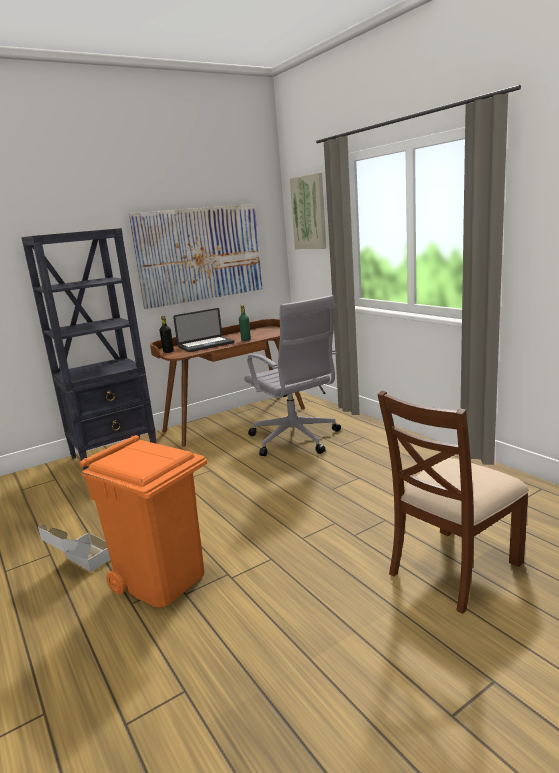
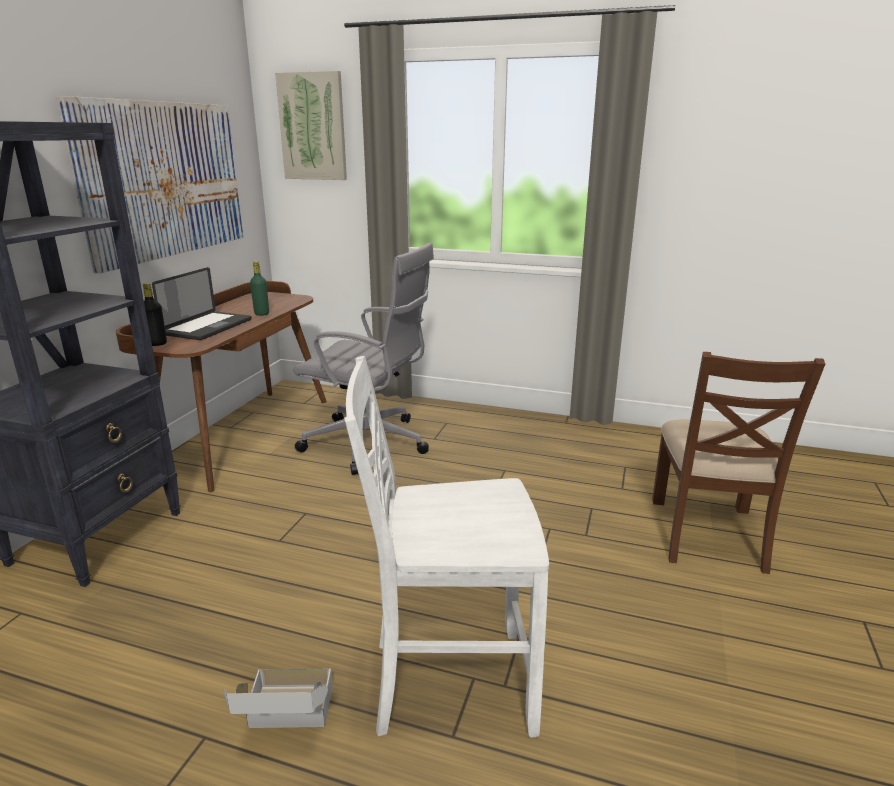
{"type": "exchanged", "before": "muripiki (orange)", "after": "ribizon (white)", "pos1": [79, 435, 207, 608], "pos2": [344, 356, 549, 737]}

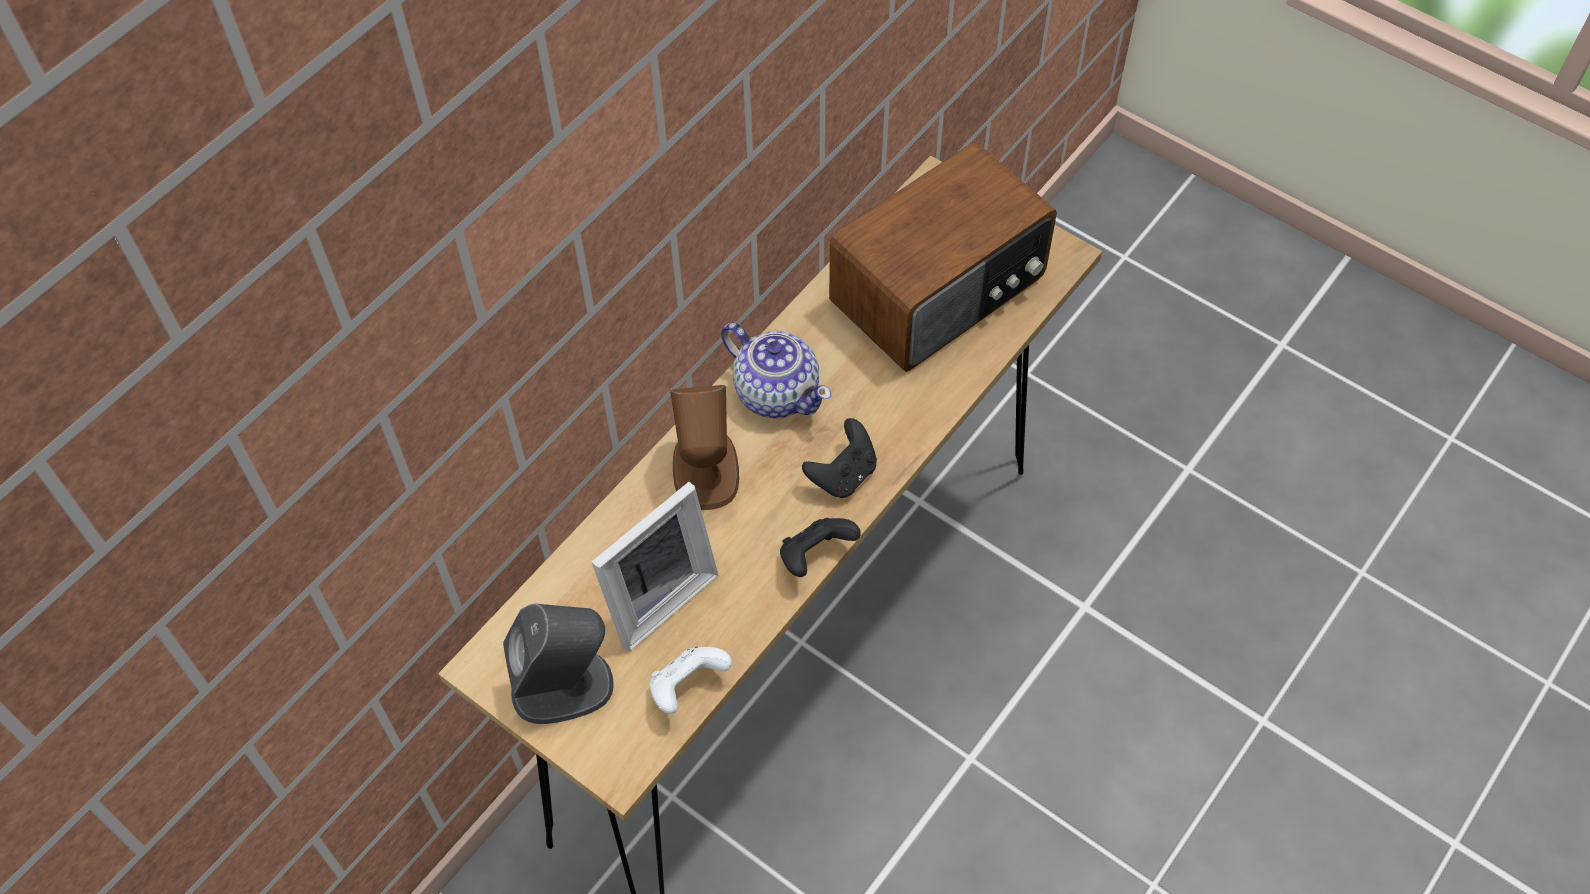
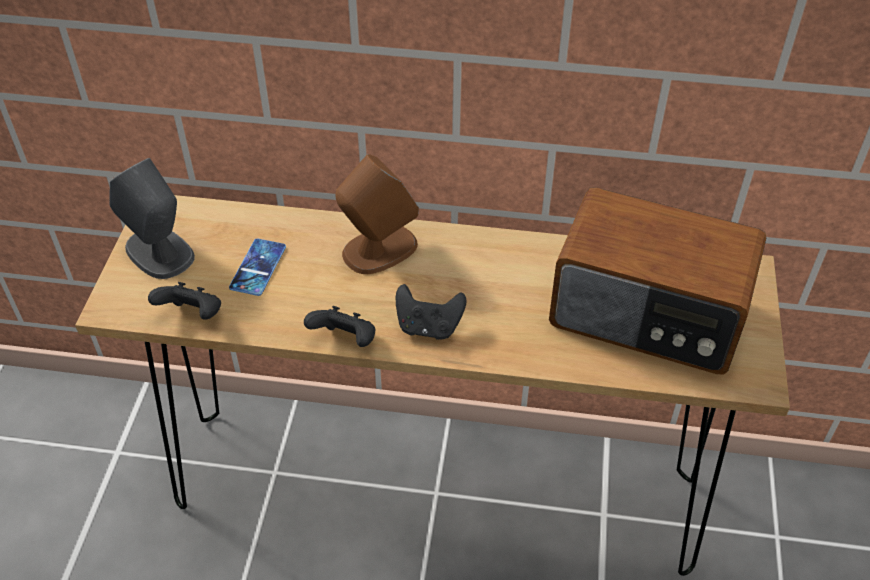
{"type": "colour", "before": "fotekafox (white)", "after": "fotekafox (black)", "pos1": [650, 647, 732, 714], "pos2": [148, 282, 221, 320]}
{"type": "exchanged", "before": "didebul", "after": "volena", "pos1": [591, 482, 718, 652], "pos2": [229, 238, 286, 296]}
{"type": "missing", "before": "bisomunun", "pos1": [721, 322, 831, 418]}

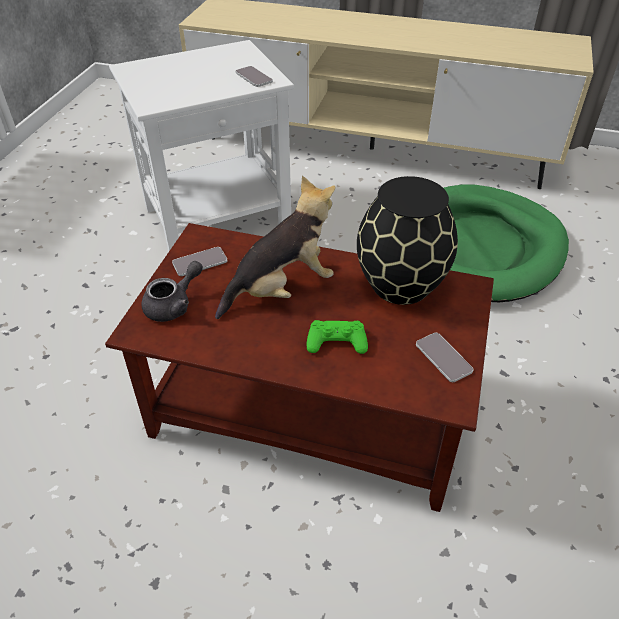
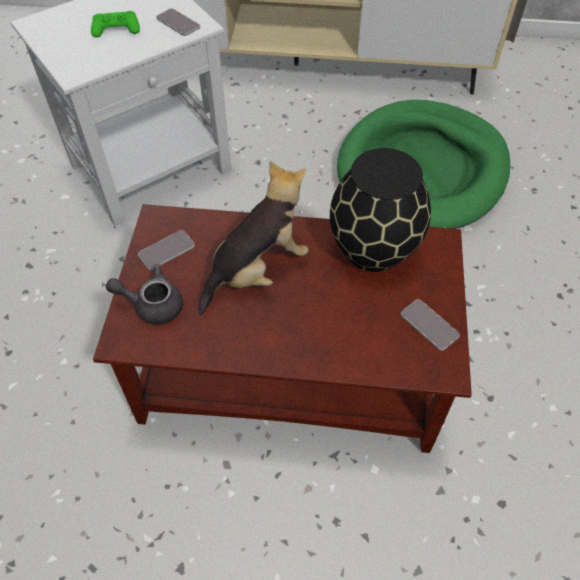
{"type": "relocated", "before": "fotekafox (green)", "pos1": [306, 320, 368, 354], "pos2": [91, 11, 140, 38]}
{"type": "spun", "before": "bisomunun (grey)", "pos1": [141, 261, 203, 322], "pos2": [106, 264, 183, 325], "turn": -120}

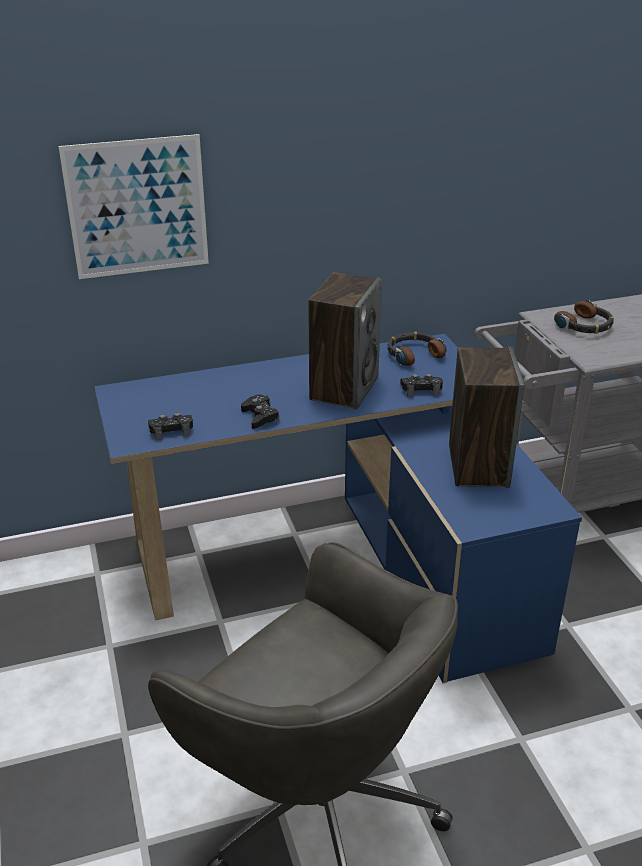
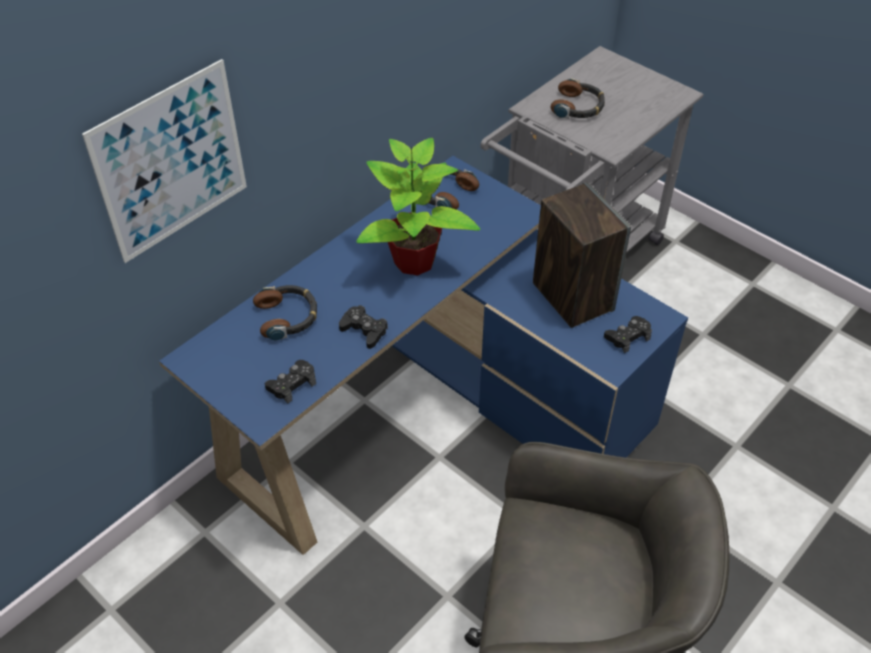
{"type": "appeared", "after": "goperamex", "pos2": [253, 285, 317, 341]}
{"type": "exchanged", "before": "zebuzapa", "after": "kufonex", "pos1": [308, 272, 382, 410], "pos2": [356, 138, 480, 276]}
{"type": "relocated", "before": "fotekafox (black)", "pos1": [400, 374, 443, 397], "pos2": [604, 316, 652, 353]}

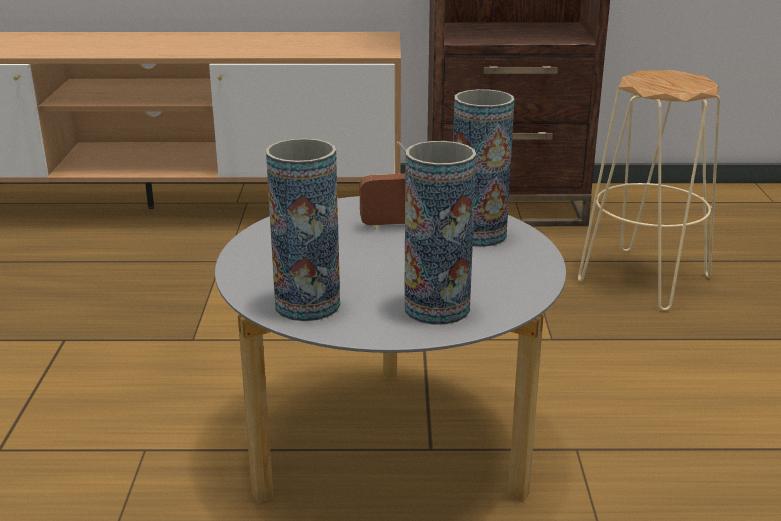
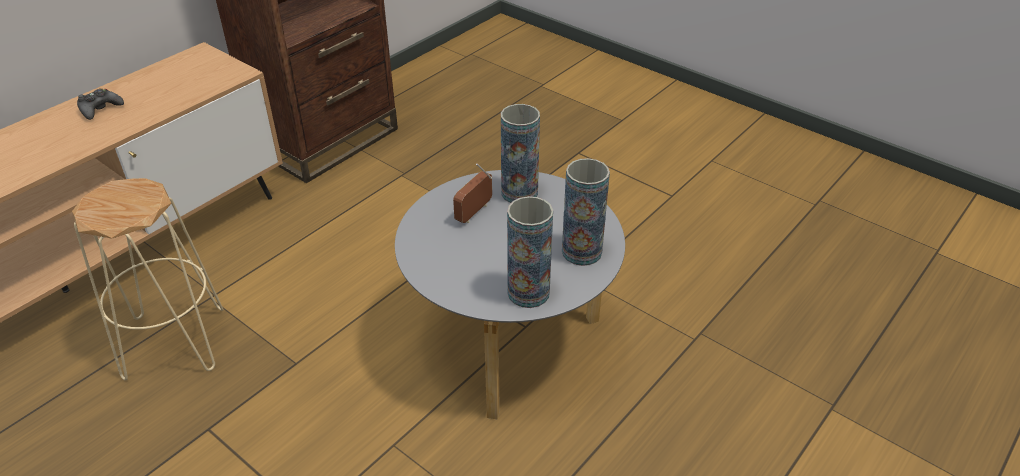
{"type": "relocated", "before": "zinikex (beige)", "pos1": [578, 70, 720, 311], "pos2": [72, 178, 224, 380]}
{"type": "appeared", "after": "fotekafox (black)", "pos2": [77, 88, 124, 120]}

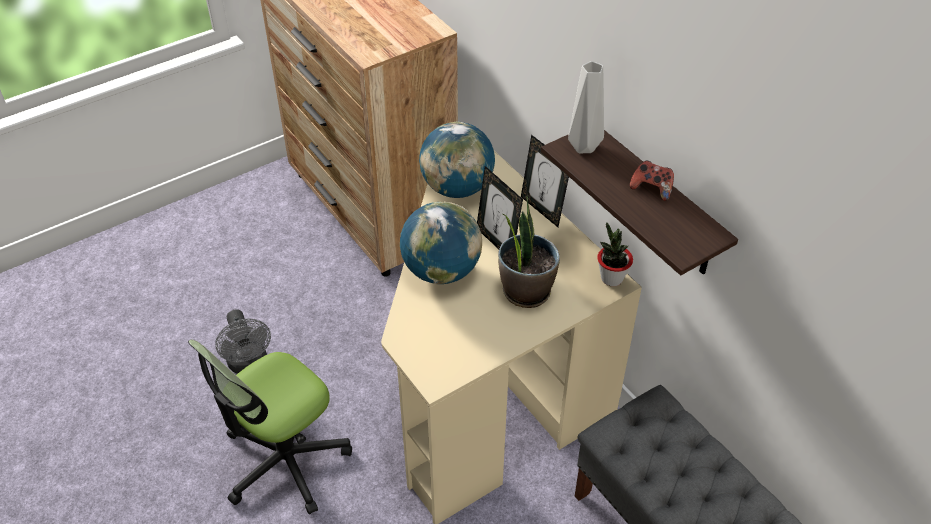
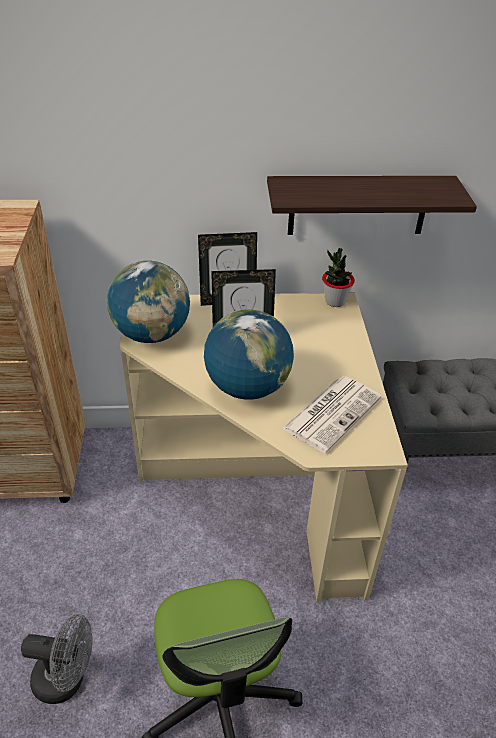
{"type": "appeared", "after": "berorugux", "pos2": [282, 376, 381, 453]}
{"type": "missing", "before": "kufonex", "pos1": [498, 196, 560, 308]}
{"type": "missing", "before": "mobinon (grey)", "pos1": [568, 61, 604, 153]}
{"type": "missing", "before": "fotekafox", "pos1": [629, 161, 674, 201]}

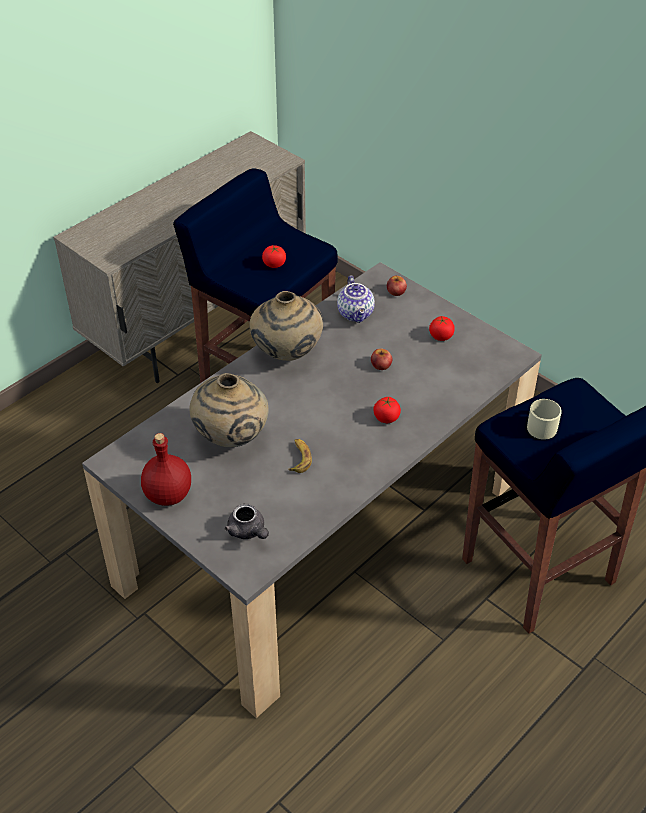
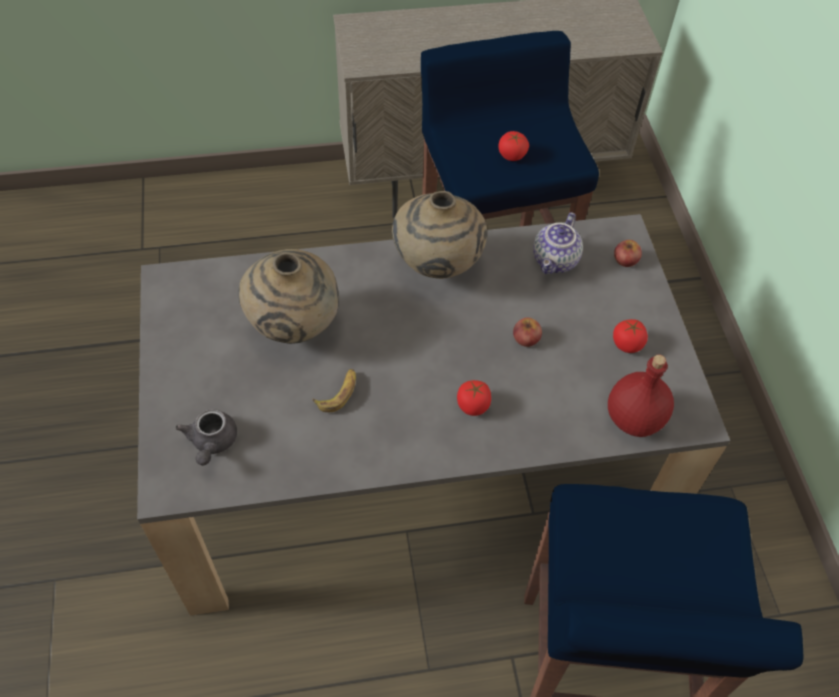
{"type": "relocated", "before": "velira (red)", "pos1": [141, 433, 191, 506], "pos2": [608, 354, 674, 437]}
{"type": "missing", "before": "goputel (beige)", "pos1": [527, 399, 562, 440]}

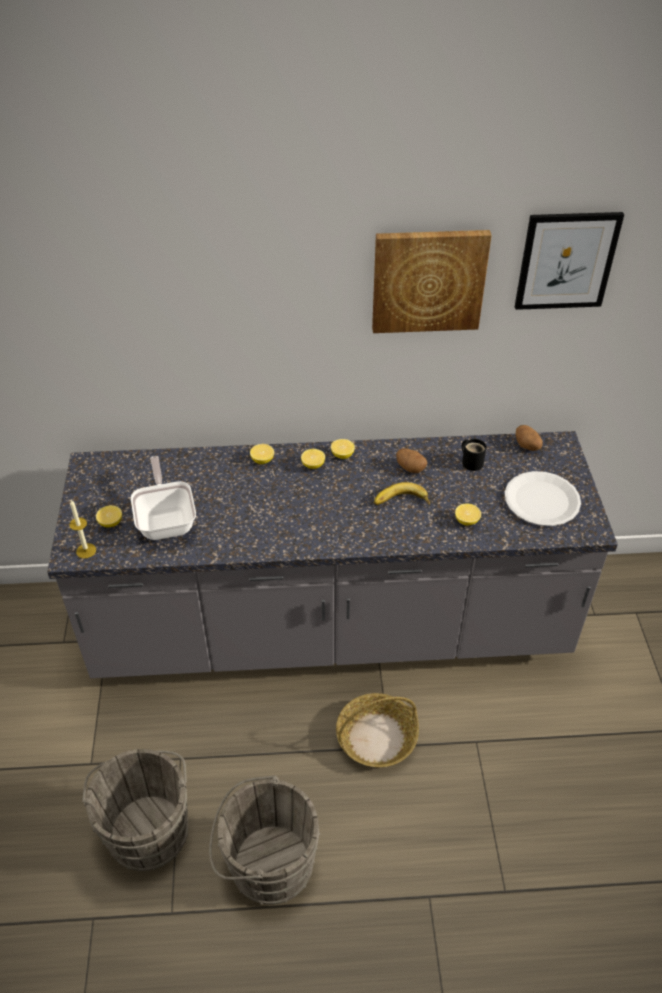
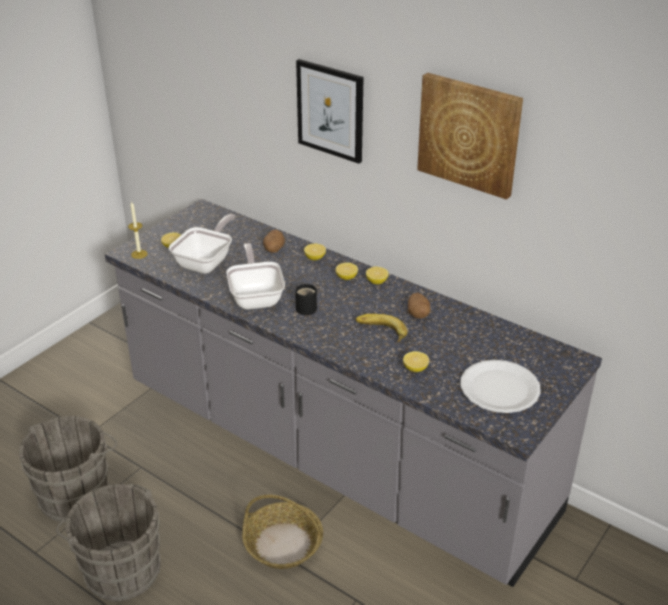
{"type": "appeared", "after": "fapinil", "pos2": [226, 243, 285, 310]}
{"type": "relocated", "before": "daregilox", "pos1": [515, 425, 543, 451], "pos2": [263, 230, 285, 253]}
{"type": "relocated", "before": "goputel (black)", "pos1": [462, 439, 486, 471], "pos2": [295, 284, 317, 315]}
{"type": "relocated", "before": "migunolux", "pos1": [515, 212, 624, 310], "pos2": [296, 59, 364, 164]}

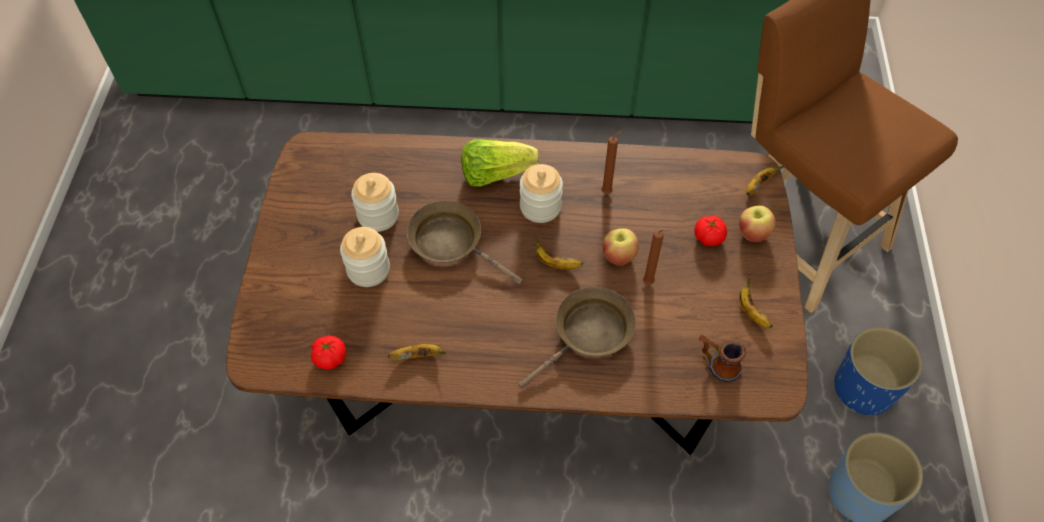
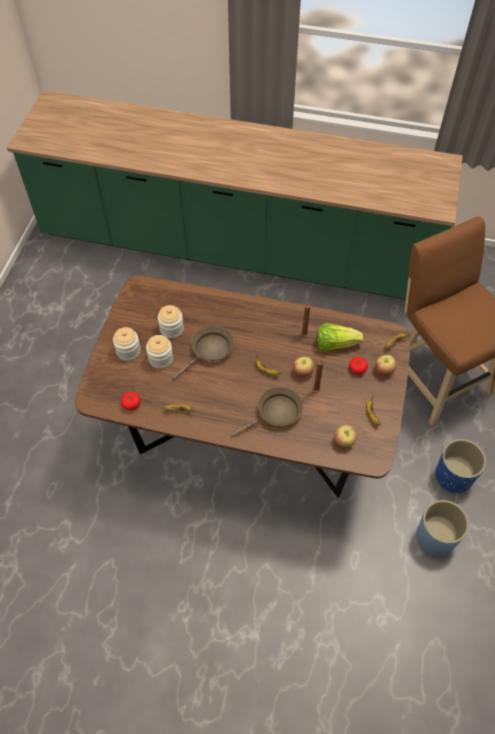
{"type": "relocated", "before": "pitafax", "pos1": [520, 164, 563, 223], "pos2": [113, 327, 141, 361]}
{"type": "spun", "before": "fapinil (brown)", "pos1": [407, 201, 523, 284], "pos2": [172, 326, 234, 380], "turn": 90}
{"type": "relocated", "before": "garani", "pos1": [461, 139, 539, 187], "pos2": [317, 323, 363, 351]}
{"type": "exchanged", "before": "goputel", "after": "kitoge", "pos1": [699, 335, 746, 383], "pos2": [334, 425, 357, 447]}

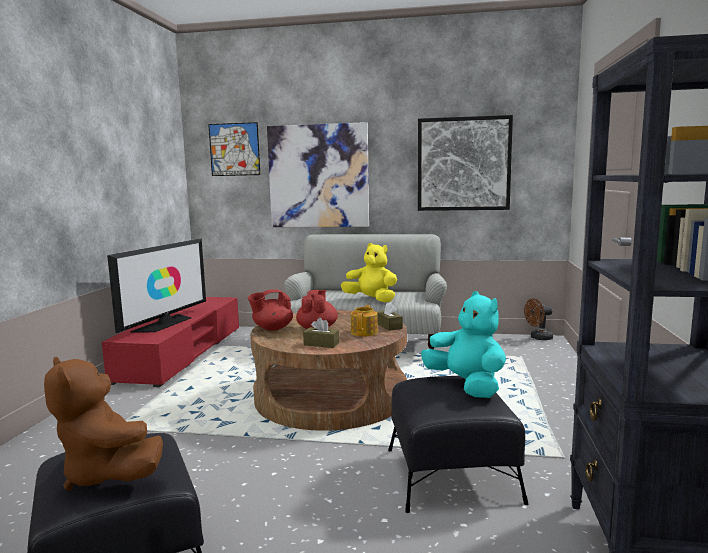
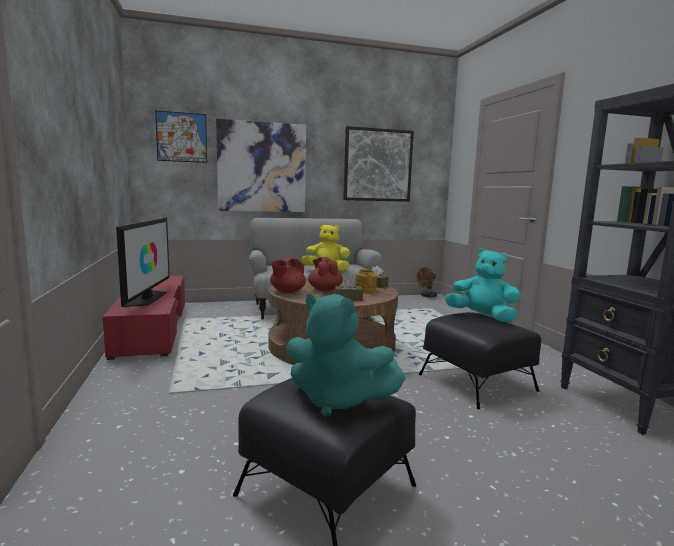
{"type": "colour", "before": "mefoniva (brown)", "after": "mefoniva (turquoise)", "pos1": [44, 356, 163, 490], "pos2": [287, 294, 405, 417]}

